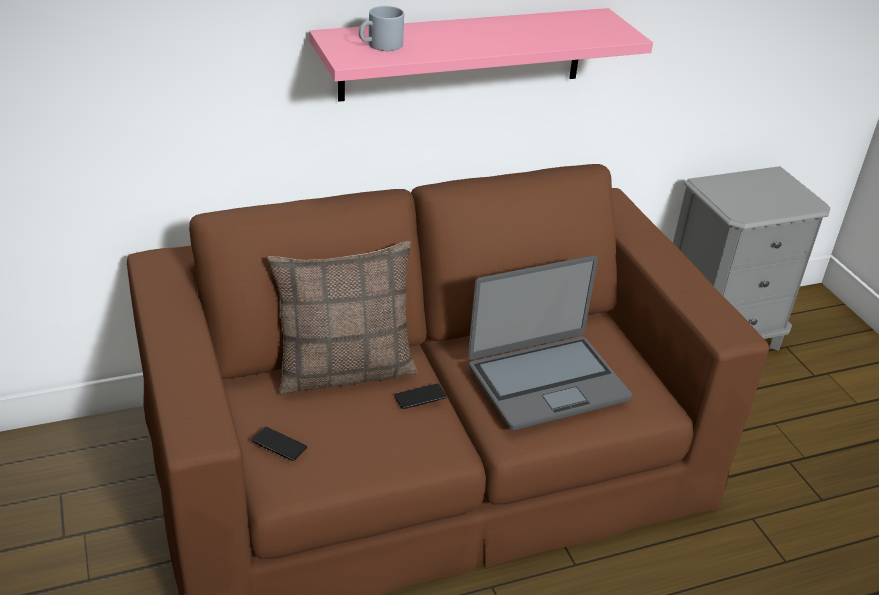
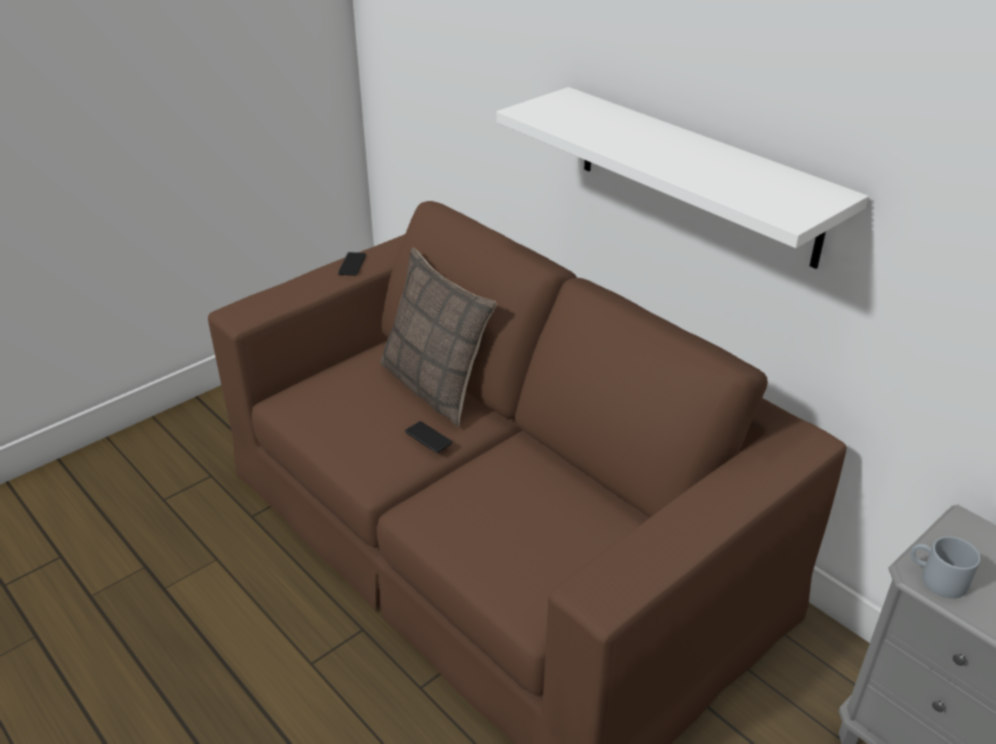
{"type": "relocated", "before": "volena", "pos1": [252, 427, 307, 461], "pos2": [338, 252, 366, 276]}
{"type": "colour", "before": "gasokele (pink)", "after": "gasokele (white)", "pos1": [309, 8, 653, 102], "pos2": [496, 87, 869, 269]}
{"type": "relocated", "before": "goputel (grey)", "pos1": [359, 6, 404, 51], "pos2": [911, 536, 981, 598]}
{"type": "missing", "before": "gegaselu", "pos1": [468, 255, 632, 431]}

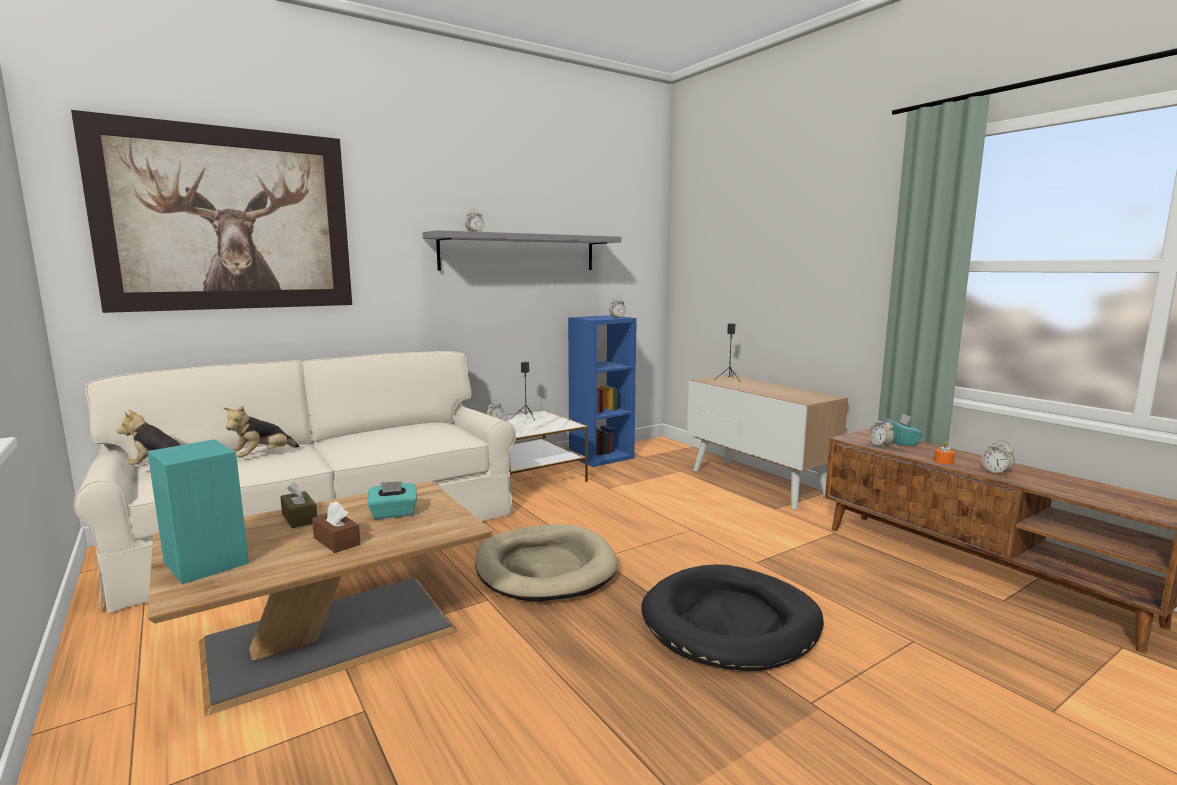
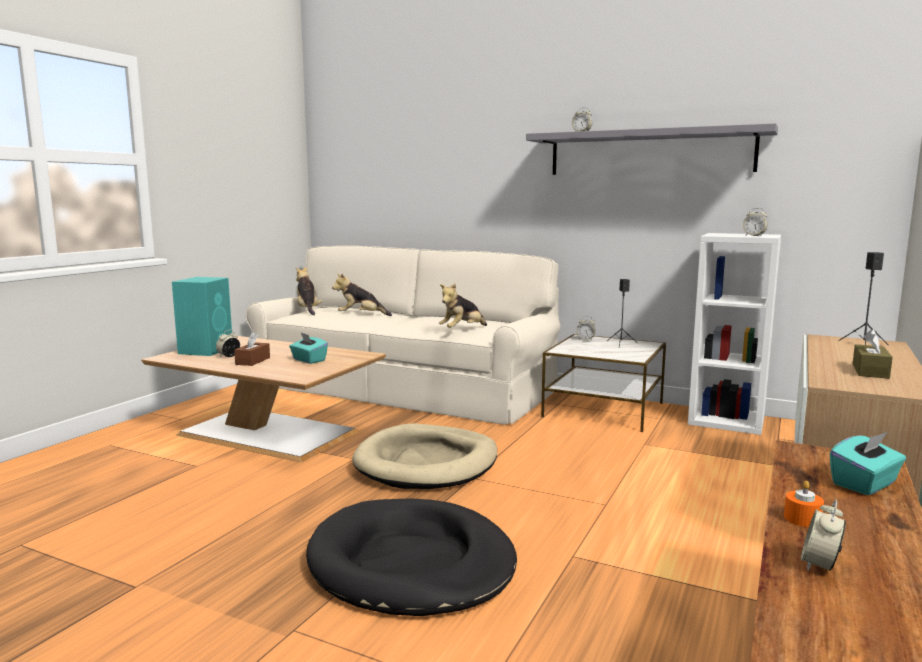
{"type": "relocated", "before": "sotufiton", "pos1": [869, 417, 894, 448], "pos2": [216, 330, 240, 357]}
{"type": "appeared", "after": "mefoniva", "pos2": [439, 283, 487, 328]}
{"type": "colour", "before": "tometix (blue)", "after": "tometix (white)", "pos1": [568, 315, 637, 467], "pos2": [688, 233, 781, 435]}
{"type": "relocated", "before": "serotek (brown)", "pos1": [280, 482, 317, 528], "pos2": [853, 329, 893, 379]}
{"type": "missing", "before": "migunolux", "pos1": [71, 110, 352, 313]}

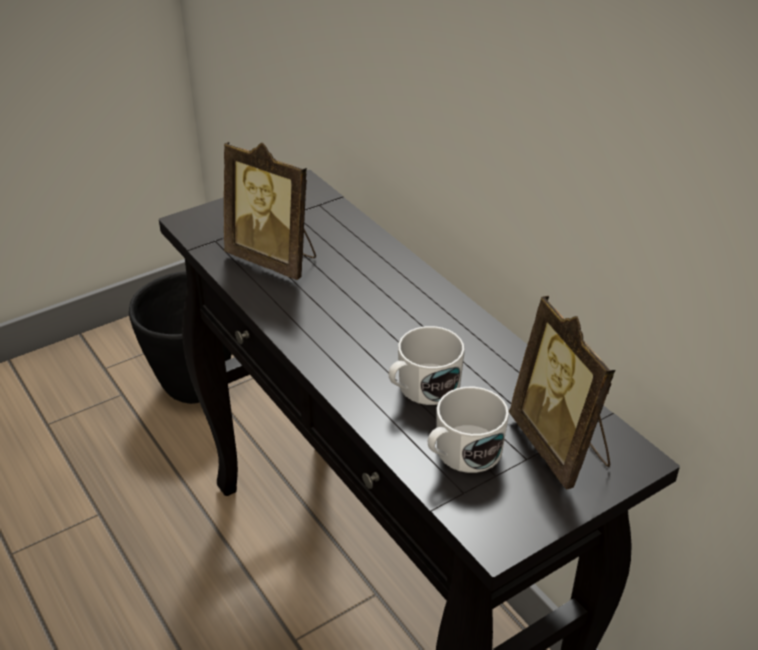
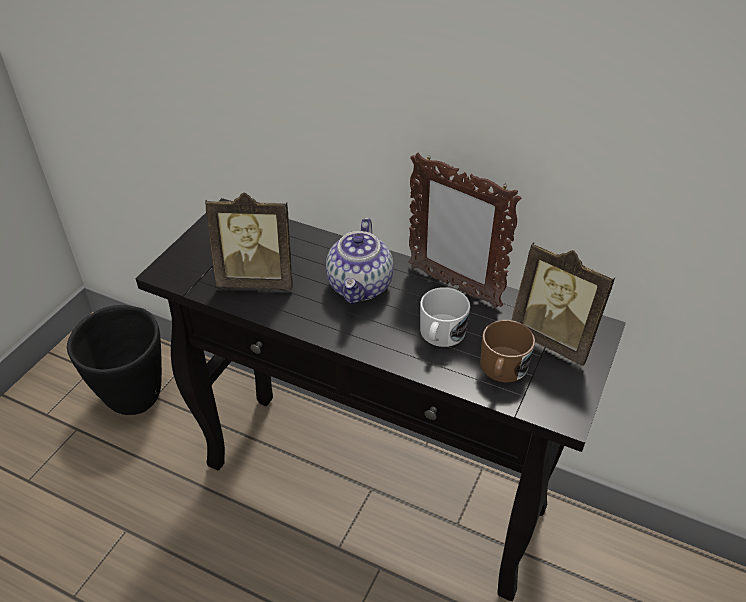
{"type": "appeared", "after": "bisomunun", "pos2": [326, 218, 393, 304]}
{"type": "appeared", "after": "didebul", "pos2": [408, 153, 521, 308]}
{"type": "colour", "before": "goputel (white)", "after": "goputel (brown)", "pos1": [428, 387, 509, 473], "pos2": [480, 320, 535, 382]}

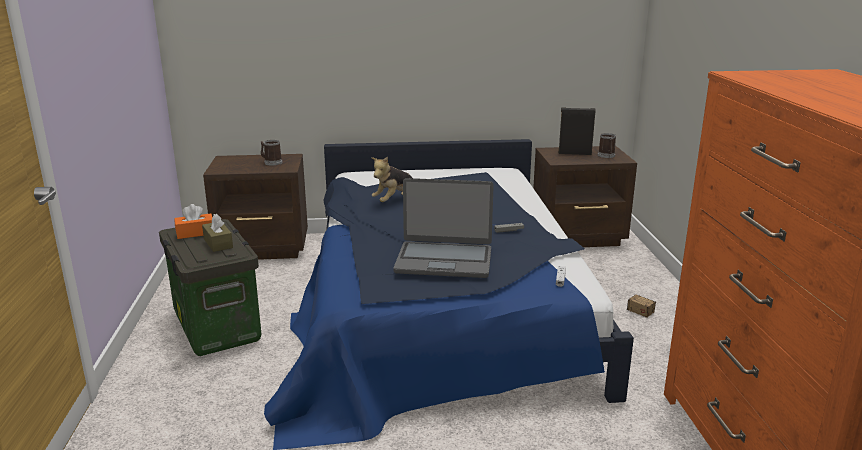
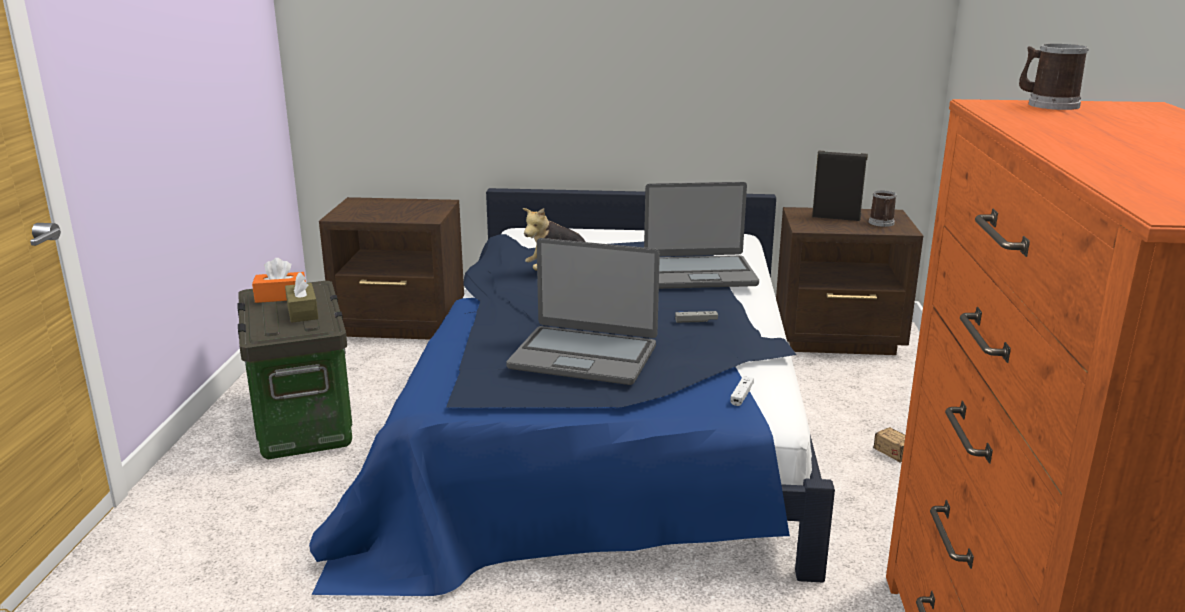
{"type": "appeared", "after": "gegaselu", "pos2": [644, 182, 759, 289]}
{"type": "relocated", "before": "goputel", "pos1": [261, 140, 283, 165], "pos2": [1019, 44, 1089, 110]}

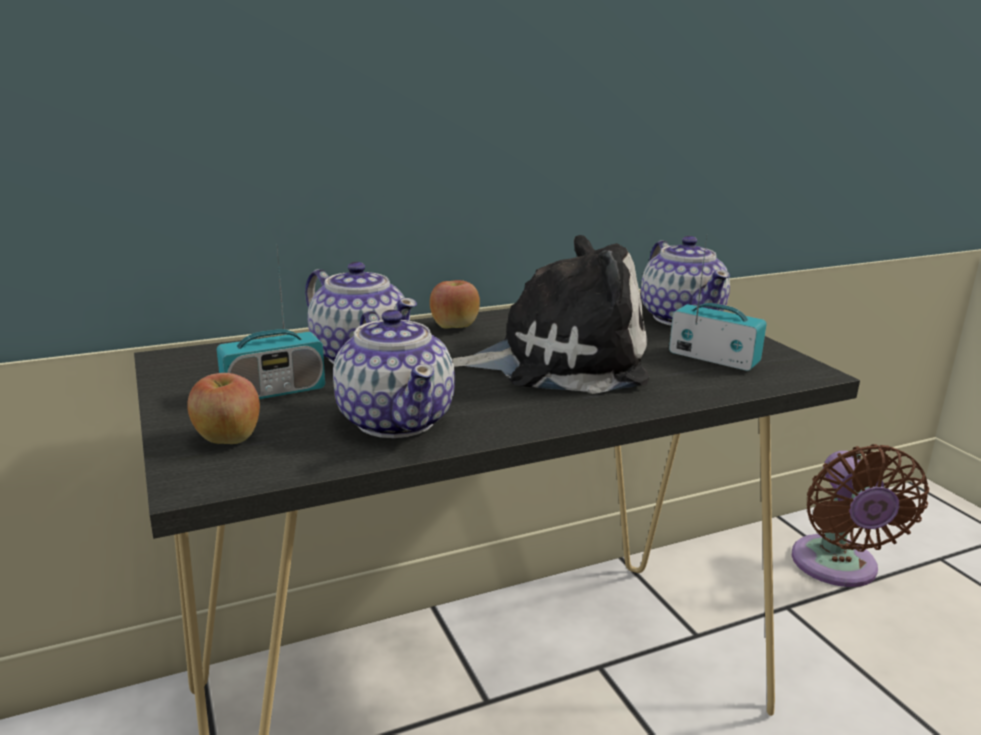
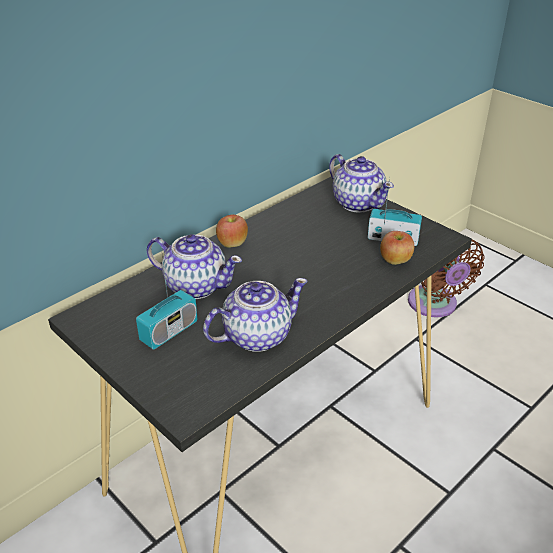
{"type": "spun", "before": "bisomunun", "pos1": [333, 310, 455, 438], "pos2": [203, 278, 308, 352], "turn": -75}
{"type": "relocated", "before": "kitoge", "pos1": [187, 373, 260, 444], "pos2": [380, 231, 414, 265]}
{"type": "missing", "before": "mefoniva", "pos1": [452, 235, 649, 394]}

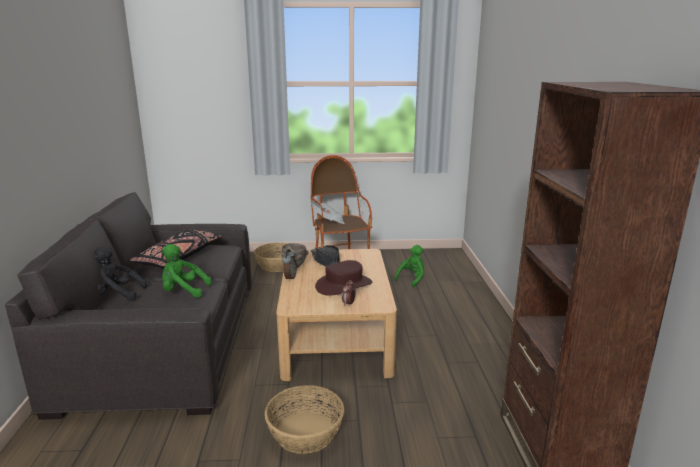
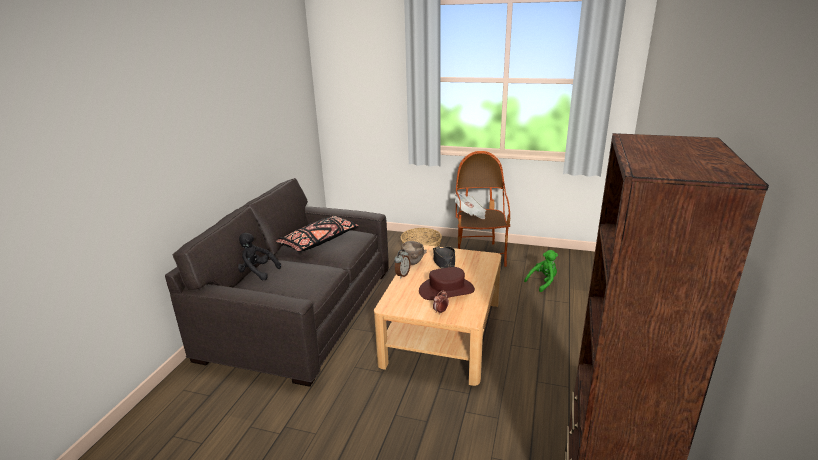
{"type": "missing", "before": "mefoniva (green)", "pos1": [162, 244, 212, 298]}
{"type": "missing", "before": "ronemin", "pos1": [265, 385, 344, 454]}

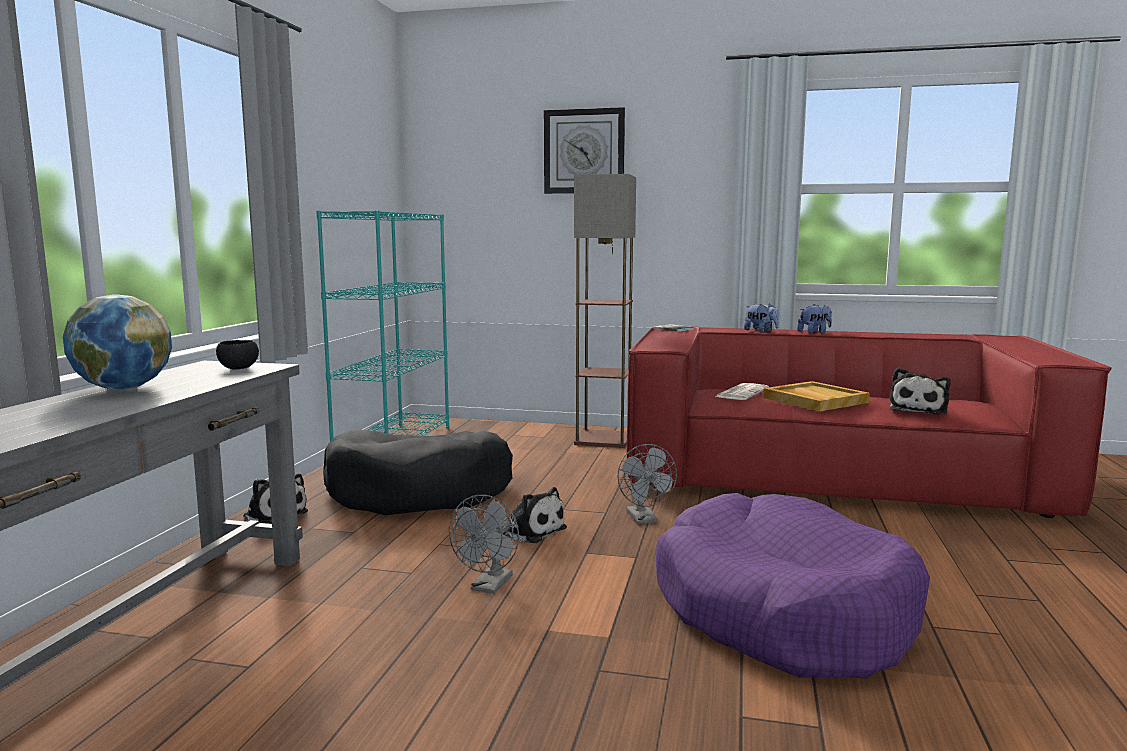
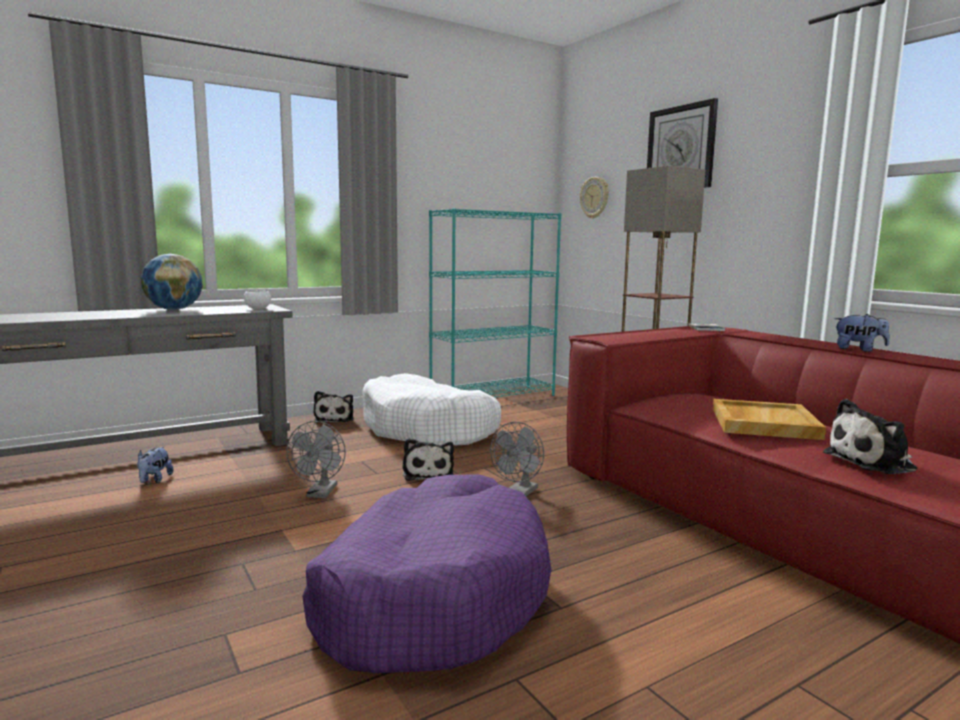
{"type": "relocated", "before": "mefoniva", "pos1": [744, 303, 779, 333], "pos2": [137, 446, 173, 483]}
{"type": "colour", "before": "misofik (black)", "after": "misofik (white)", "pos1": [216, 340, 259, 369], "pos2": [244, 290, 271, 309]}
{"type": "spun", "before": "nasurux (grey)", "pos1": [449, 495, 519, 594], "pos2": [286, 421, 346, 498], "turn": -60}
{"type": "colour", "before": "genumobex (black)", "after": "genumobex (white)", "pos1": [323, 430, 513, 515], "pos2": [362, 373, 501, 446]}
{"type": "appeared", "after": "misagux", "pos2": [580, 177, 609, 219]}
{"type": "missing", "before": "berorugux", "pos1": [715, 383, 769, 400]}

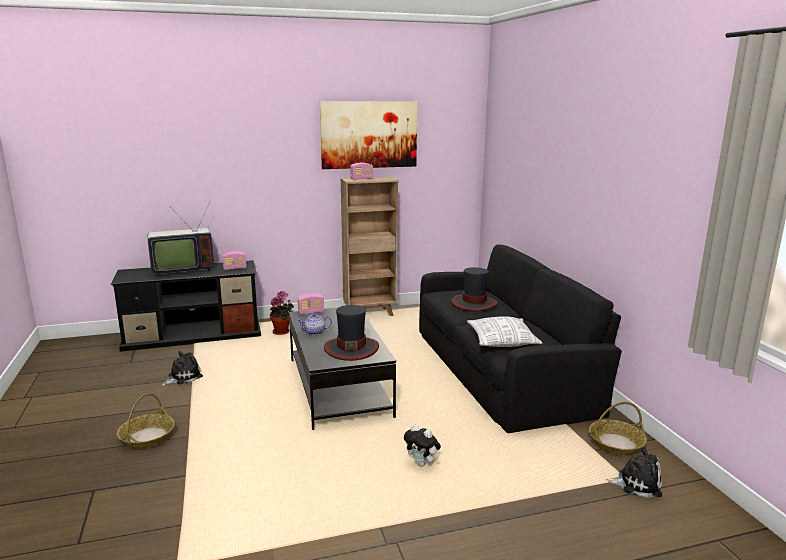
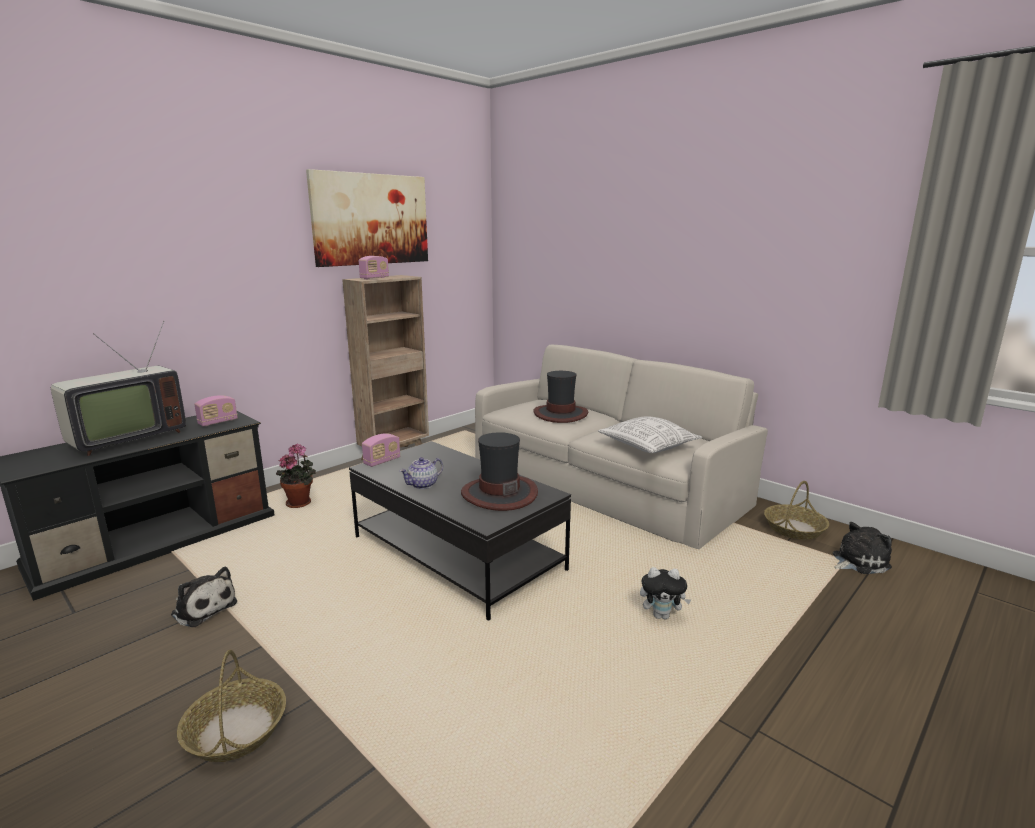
{"type": "spun", "before": "mefoniva", "pos1": [161, 351, 203, 386], "pos2": [171, 567, 237, 627], "turn": 105}
{"type": "colour", "before": "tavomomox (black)", "after": "tavomomox (beige)", "pos1": [419, 244, 622, 433], "pos2": [475, 345, 768, 549]}

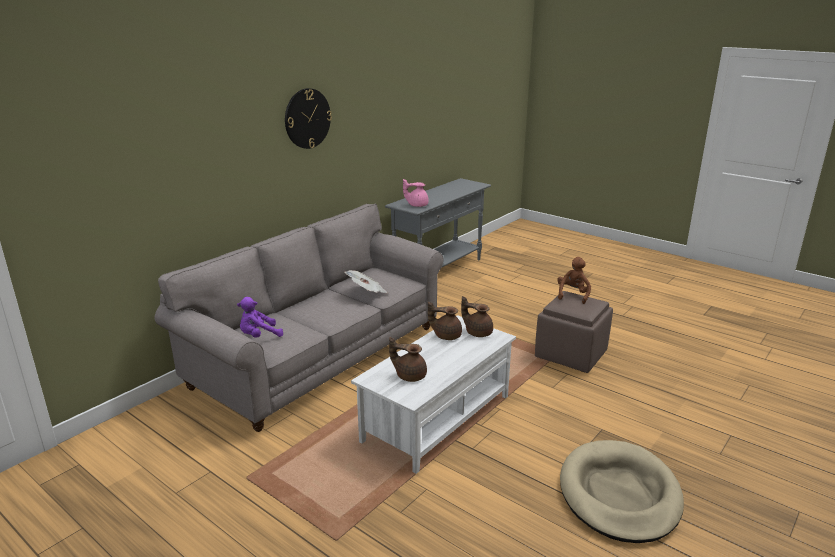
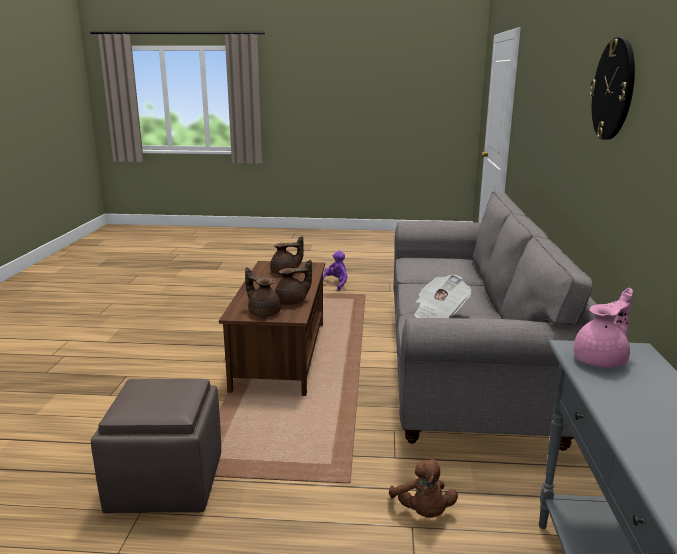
{"type": "colour", "before": "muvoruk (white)", "after": "muvoruk (brown)", "pos1": [351, 315, 516, 474], "pos2": [219, 261, 325, 396]}
{"type": "spun", "before": "bisomunun (brown)", "pos1": [461, 296, 493, 337], "pos2": [245, 267, 281, 317], "turn": -135}
{"type": "relocated", "before": "mefoniva (purple)", "pos1": [237, 297, 283, 338], "pos2": [323, 251, 348, 291]}
{"type": "relocated", "before": "mefoniva (brown)", "pos1": [557, 257, 591, 304], "pos2": [389, 459, 458, 518]}
{"type": "missing", "before": "genumobex (beige)", "pos1": [560, 440, 684, 543]}

